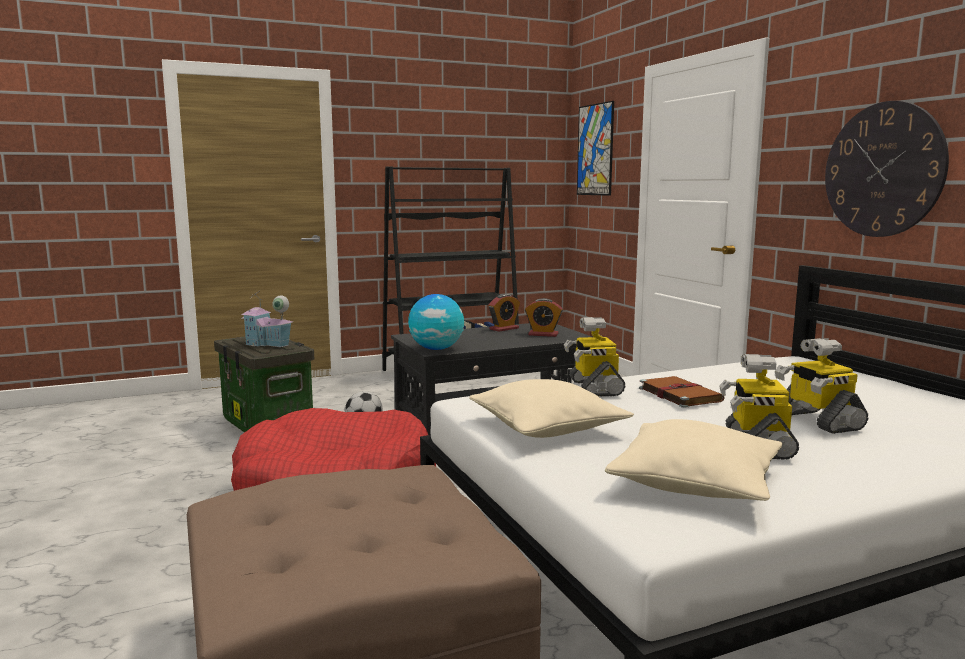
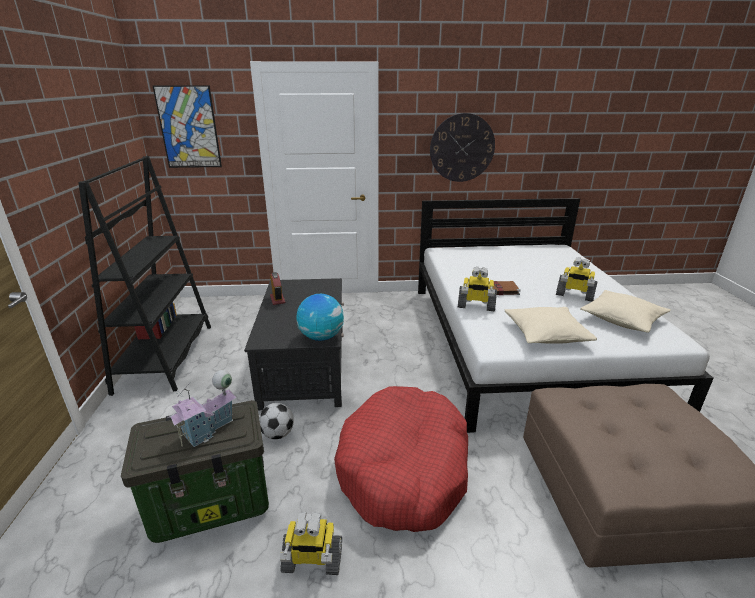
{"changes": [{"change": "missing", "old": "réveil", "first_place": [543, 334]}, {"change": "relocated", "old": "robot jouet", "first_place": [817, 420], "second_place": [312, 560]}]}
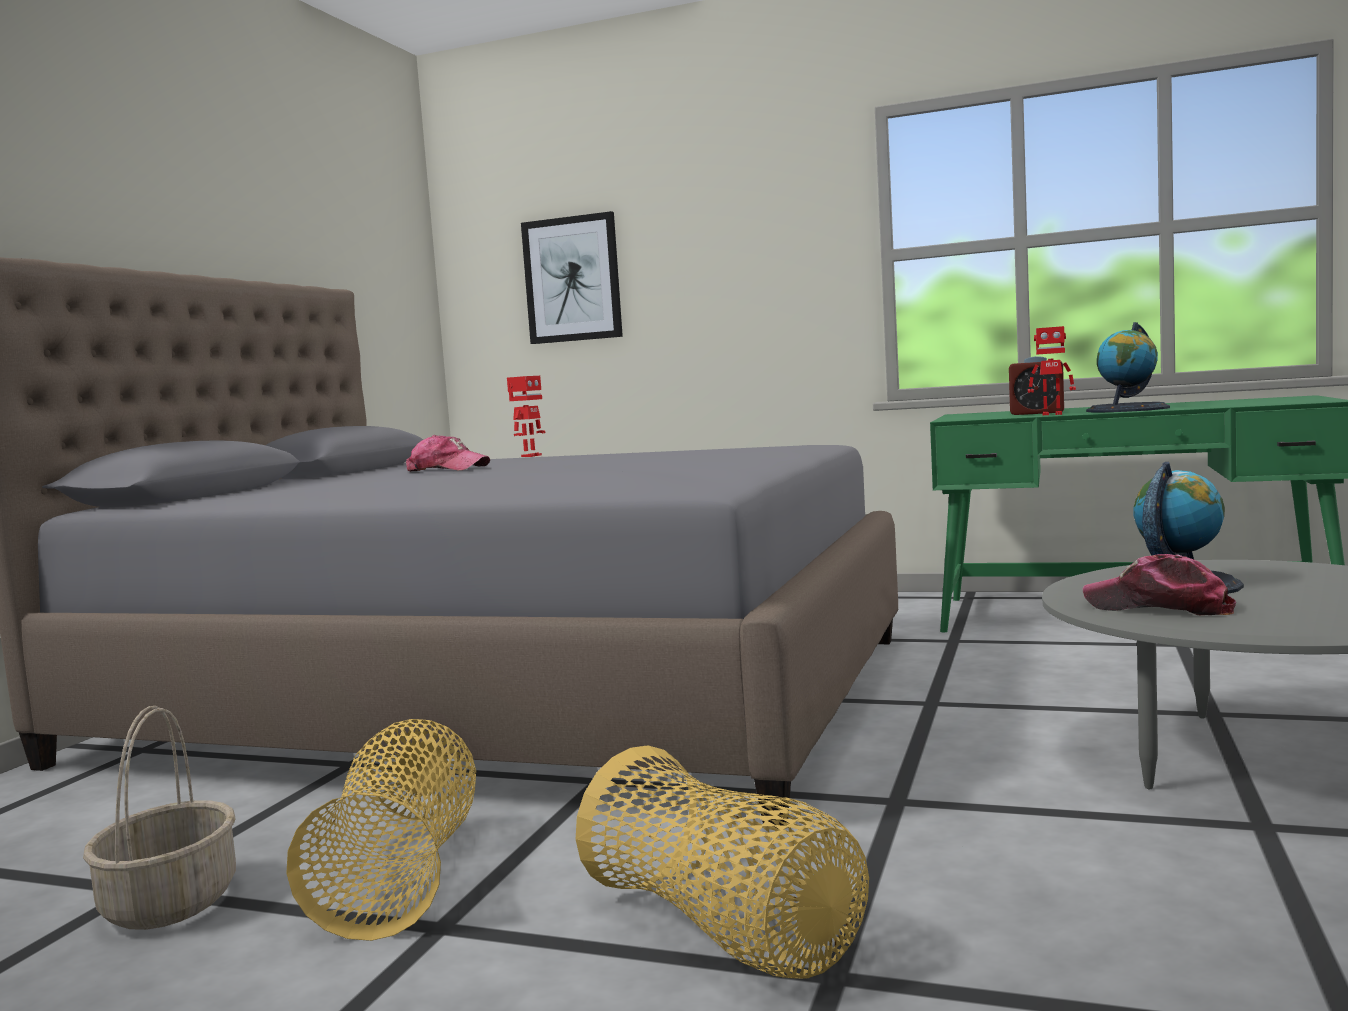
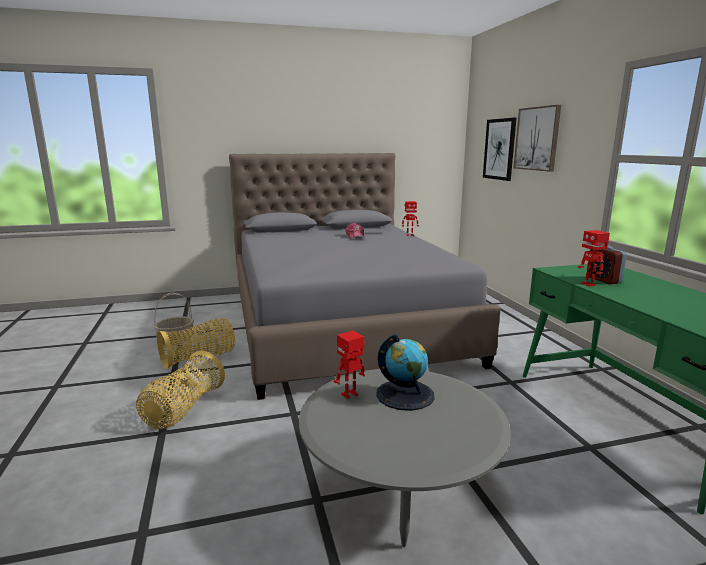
{"changes": [{"change": "exchanged", "old": "casquette", "new": "robot jouet", "first_place": [1158, 607], "second_place": [350, 395]}, {"change": "missing", "old": "globe", "first_place": [1128, 409]}, {"change": "appeared", "new": "tableau", "second_place": [537, 138]}]}
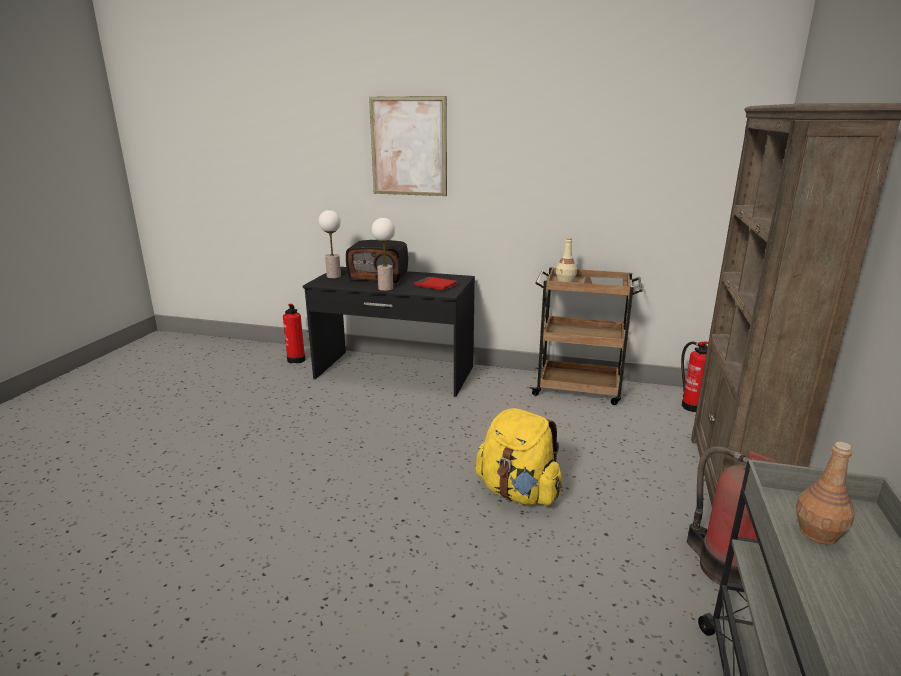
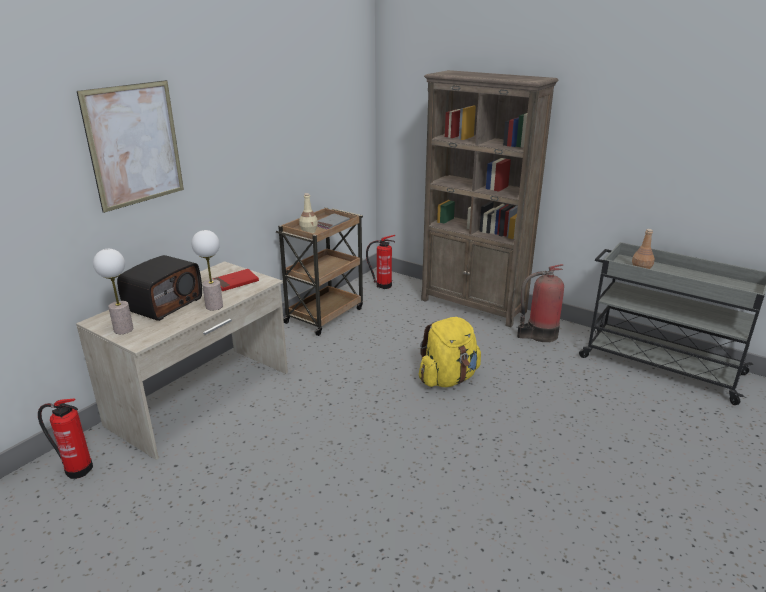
{"changes": [{"change": "colour", "old": "bureau/noir", "new": "bureau/beige", "first_place": [394, 373], "second_place": [202, 398]}]}
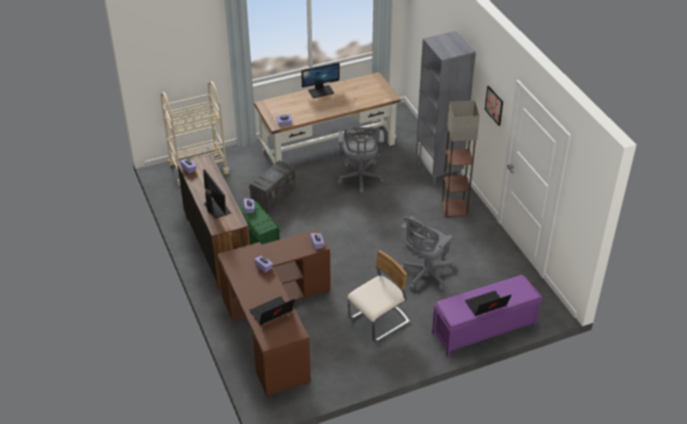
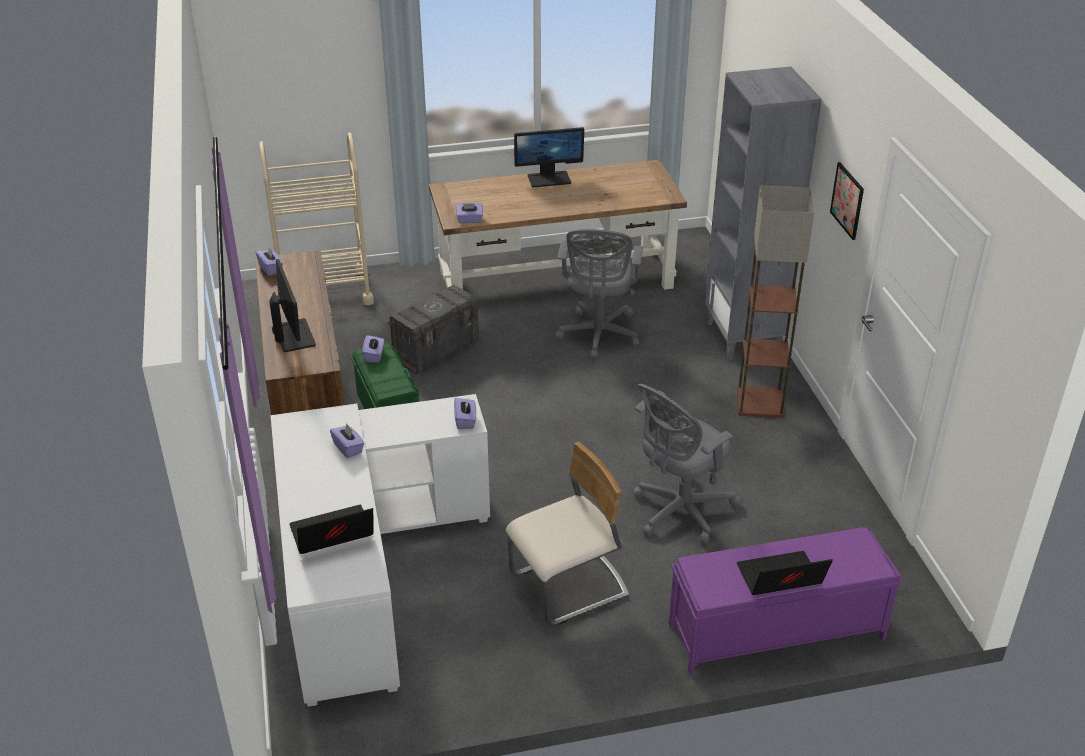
{"changes": [{"change": "colour", "old": "bureau/marron", "new": "bureau/blanc", "first_place": [273, 327], "second_place": [364, 571]}]}
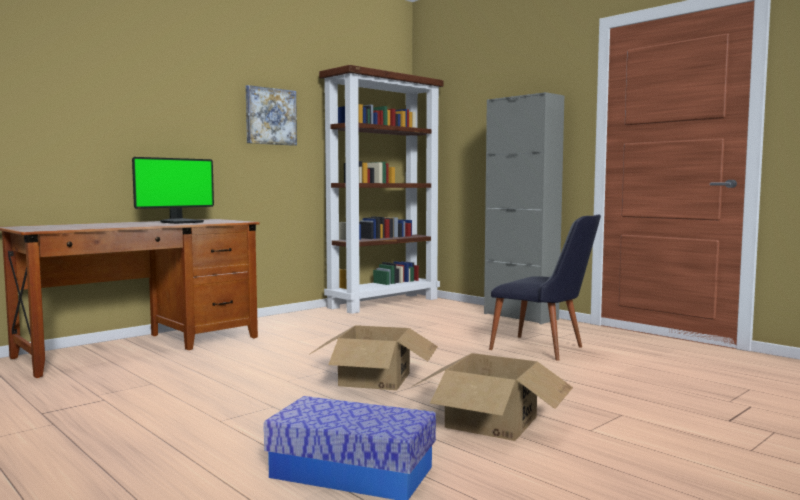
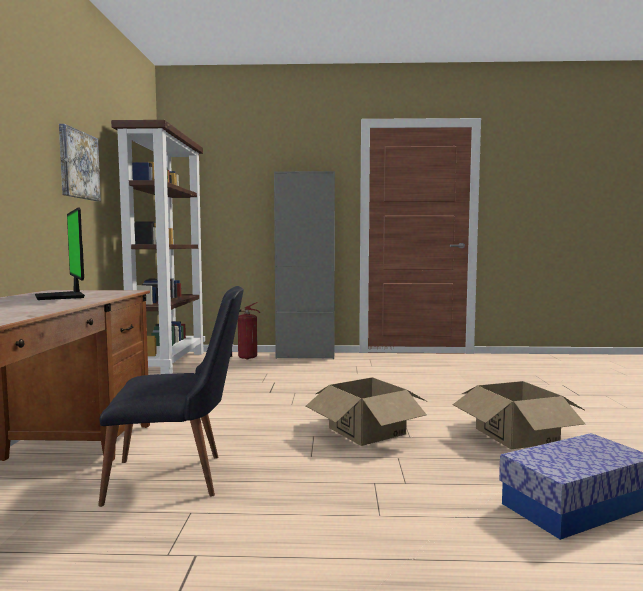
{"changes": [{"change": "spun", "old": "écran d'ordinateur", "first_place": [181, 222], "second_place": [63, 297], "degrees": 150}, {"change": "relocated", "old": "chaise/noir", "first_place": [545, 349], "second_place": [178, 478]}, {"change": "appeared", "new": "extincteur", "second_place": [246, 358]}]}
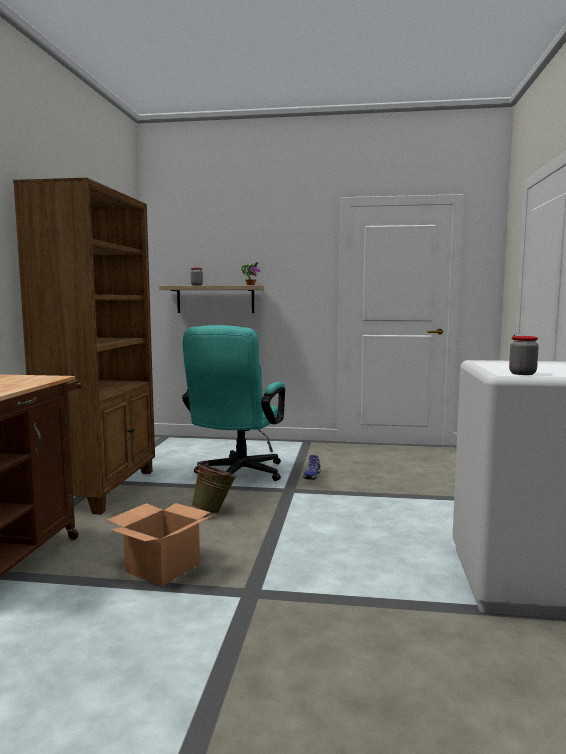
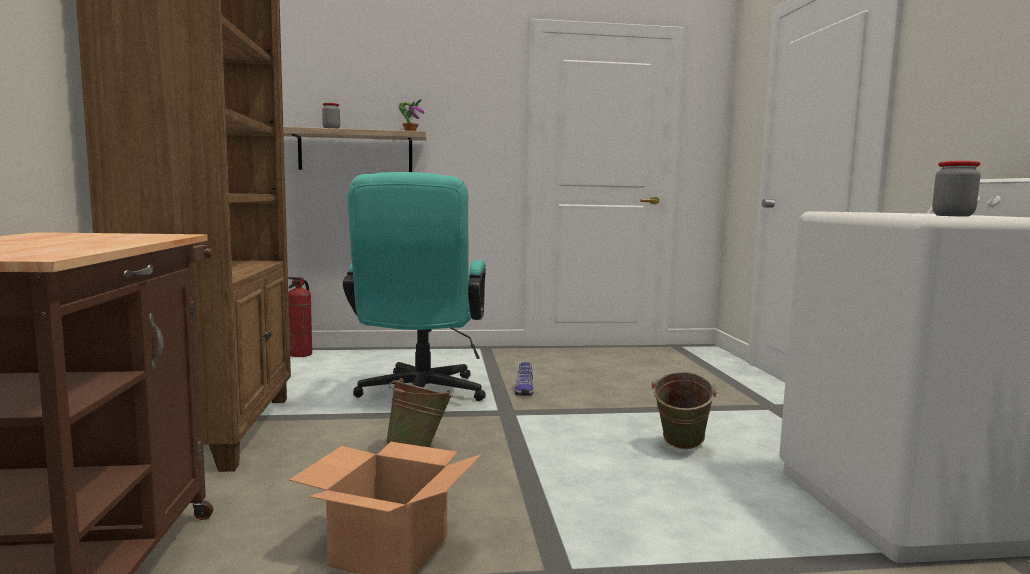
{"changes": [{"change": "appeared", "new": "extincteur", "second_place": [300, 354]}, {"change": "appeared", "new": "seau/vert", "second_place": [680, 447]}]}
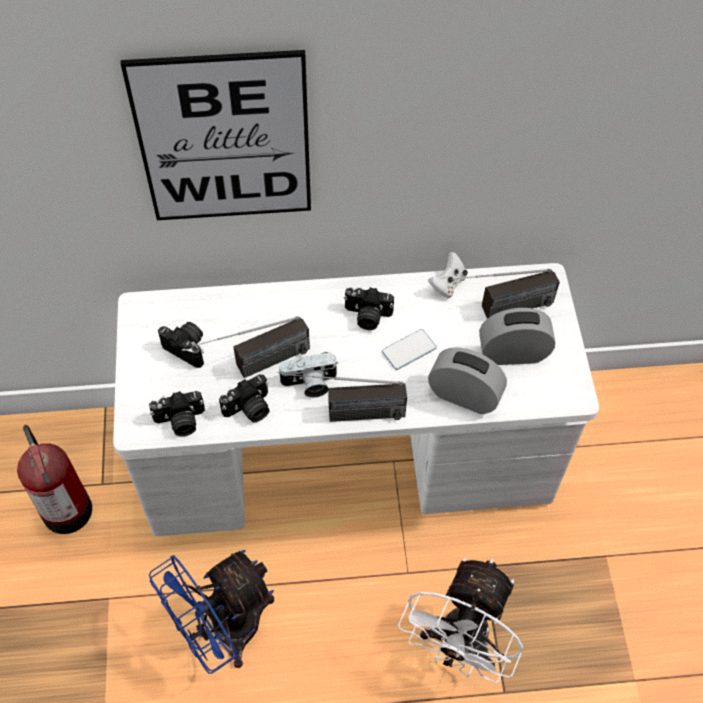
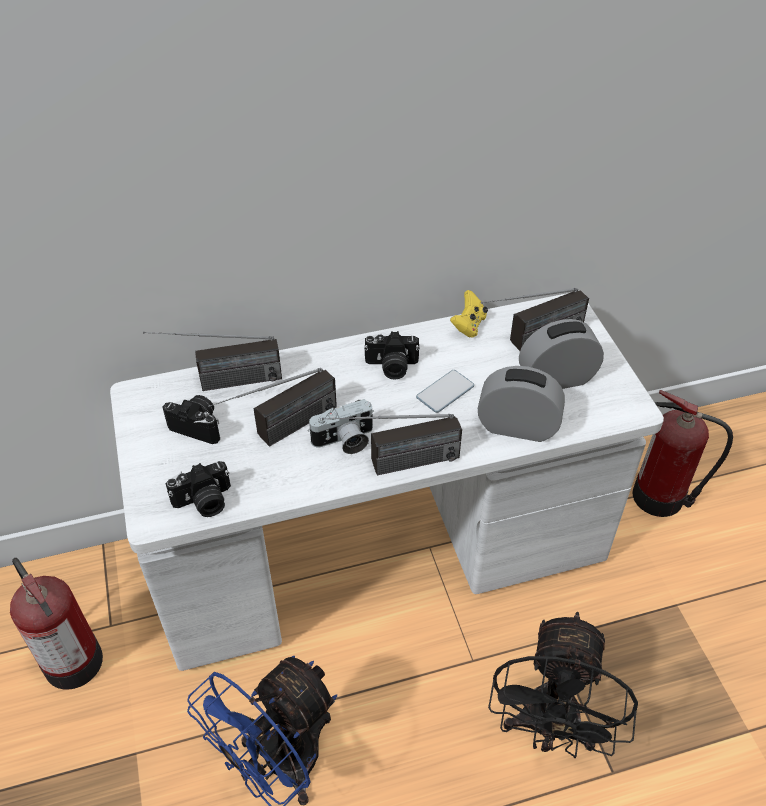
{"changes": [{"change": "missing", "old": "tableau", "first_place": [224, 140]}, {"change": "missing", "old": "appareil photo", "first_place": [249, 409]}, {"change": "colour", "old": "ventilateur/blanc", "new": "ventilateur/noir", "first_place": [459, 645], "second_place": [549, 730]}, {"change": "colour", "old": "manette/blanc", "new": "manette/jaune", "first_place": [448, 284], "second_place": [468, 325]}, {"change": "appeared", "new": "radio", "second_place": [220, 383]}, {"change": "appeared", "new": "extincteur", "second_place": [661, 497]}]}
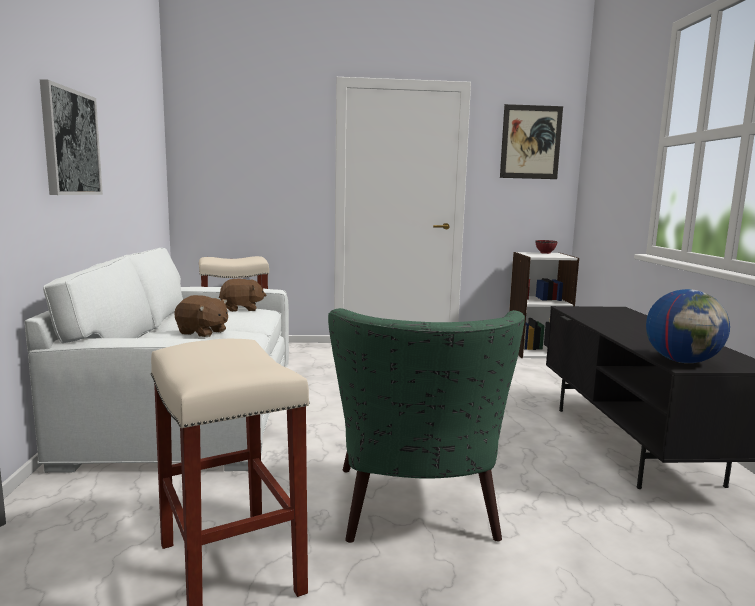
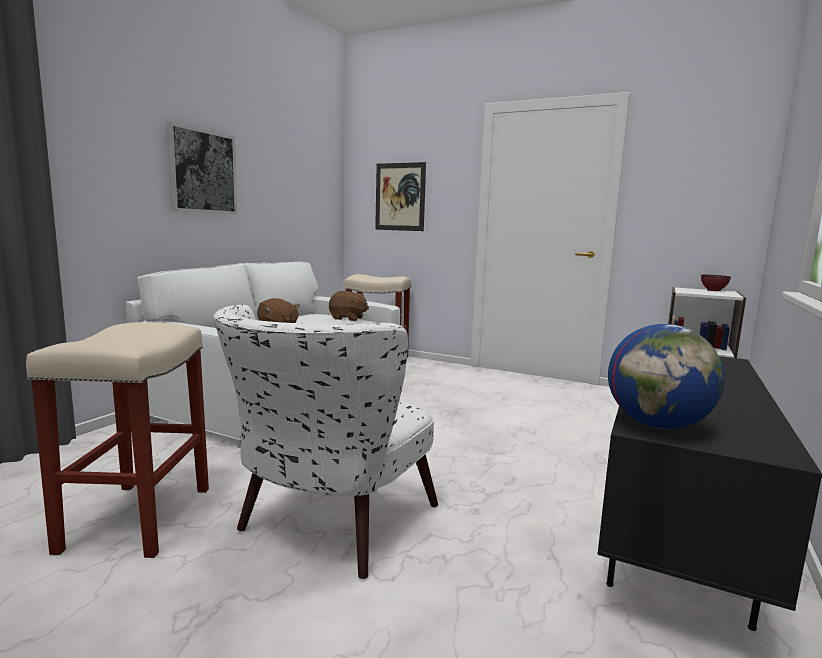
{"changes": [{"change": "colour", "old": "fauteuil/vert", "new": "fauteuil/blanc", "first_place": [417, 514], "second_place": [326, 527]}, {"change": "relocated", "old": "tableau", "first_place": [530, 142], "second_place": [400, 197]}]}
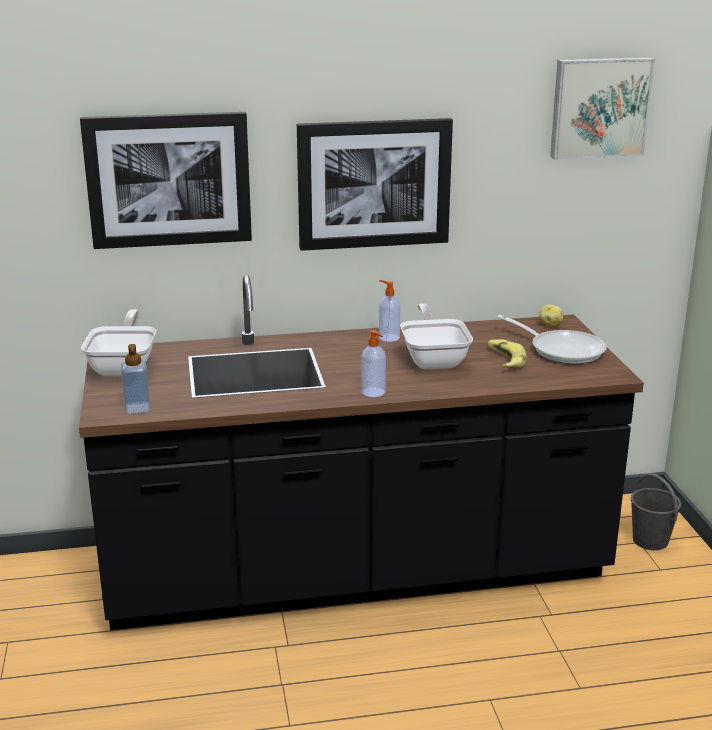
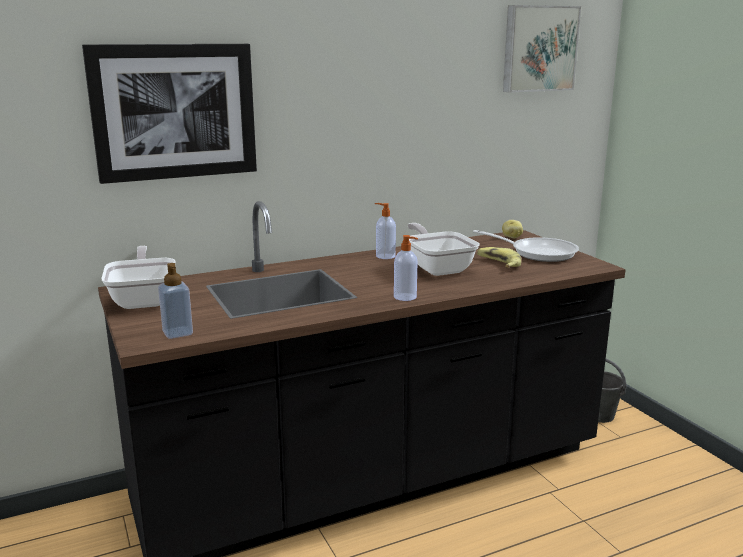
{"changes": [{"change": "missing", "old": "tableau", "first_place": [374, 184]}]}
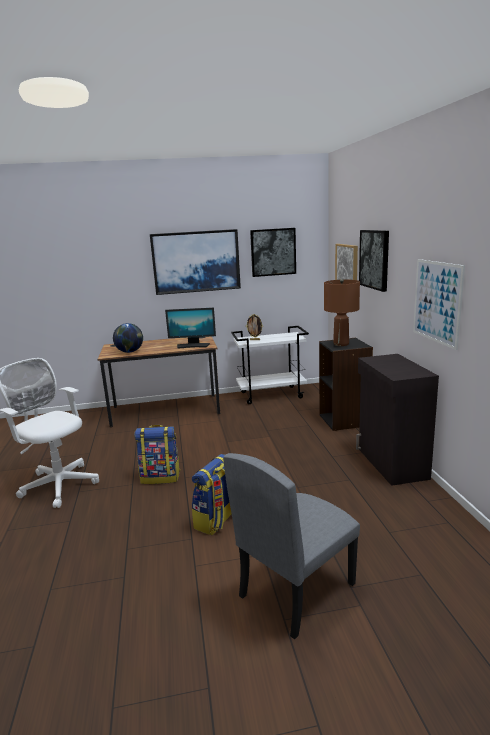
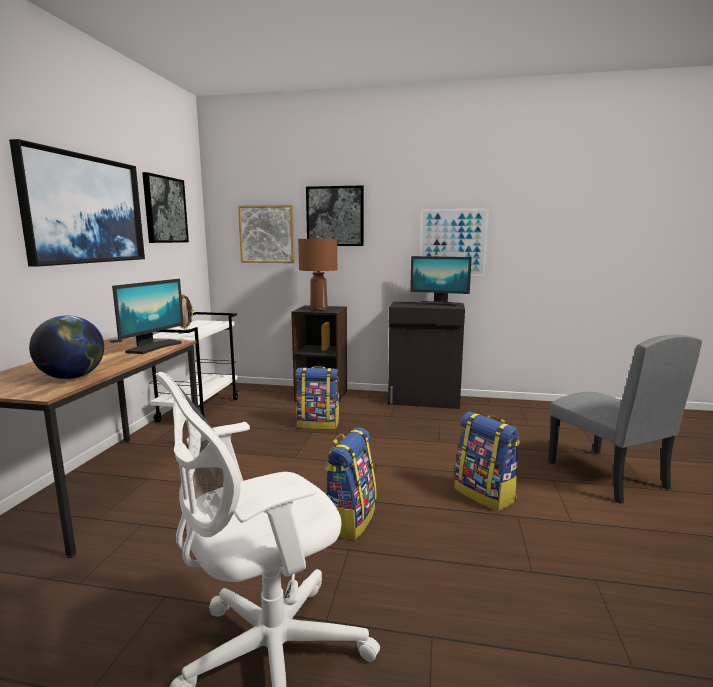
{"changes": [{"change": "appeared", "new": "sac à dos", "second_place": [318, 424]}, {"change": "appeared", "new": "écran d'ordinateur", "second_place": [439, 304]}]}
